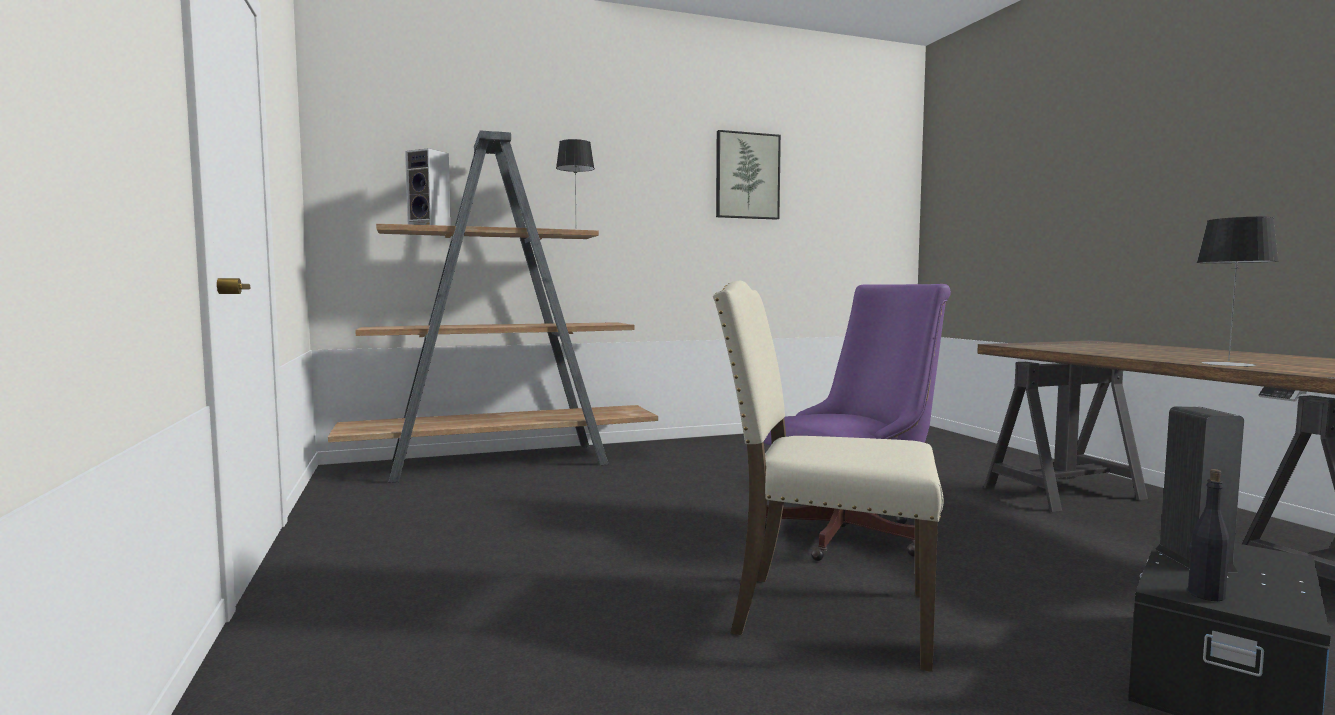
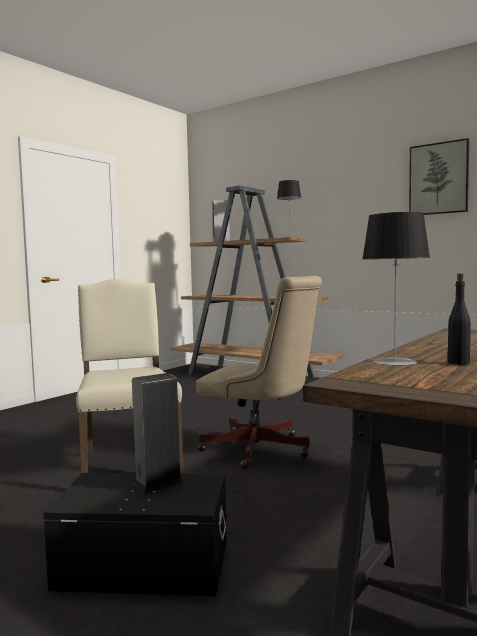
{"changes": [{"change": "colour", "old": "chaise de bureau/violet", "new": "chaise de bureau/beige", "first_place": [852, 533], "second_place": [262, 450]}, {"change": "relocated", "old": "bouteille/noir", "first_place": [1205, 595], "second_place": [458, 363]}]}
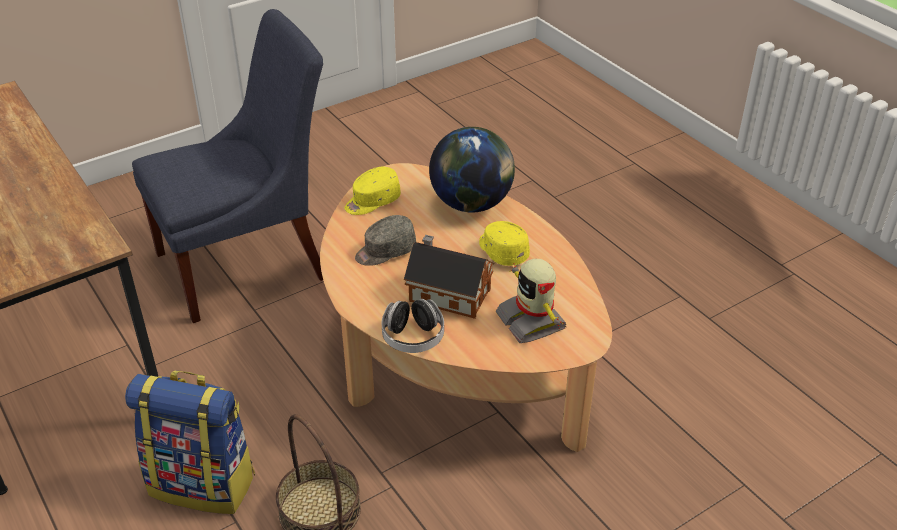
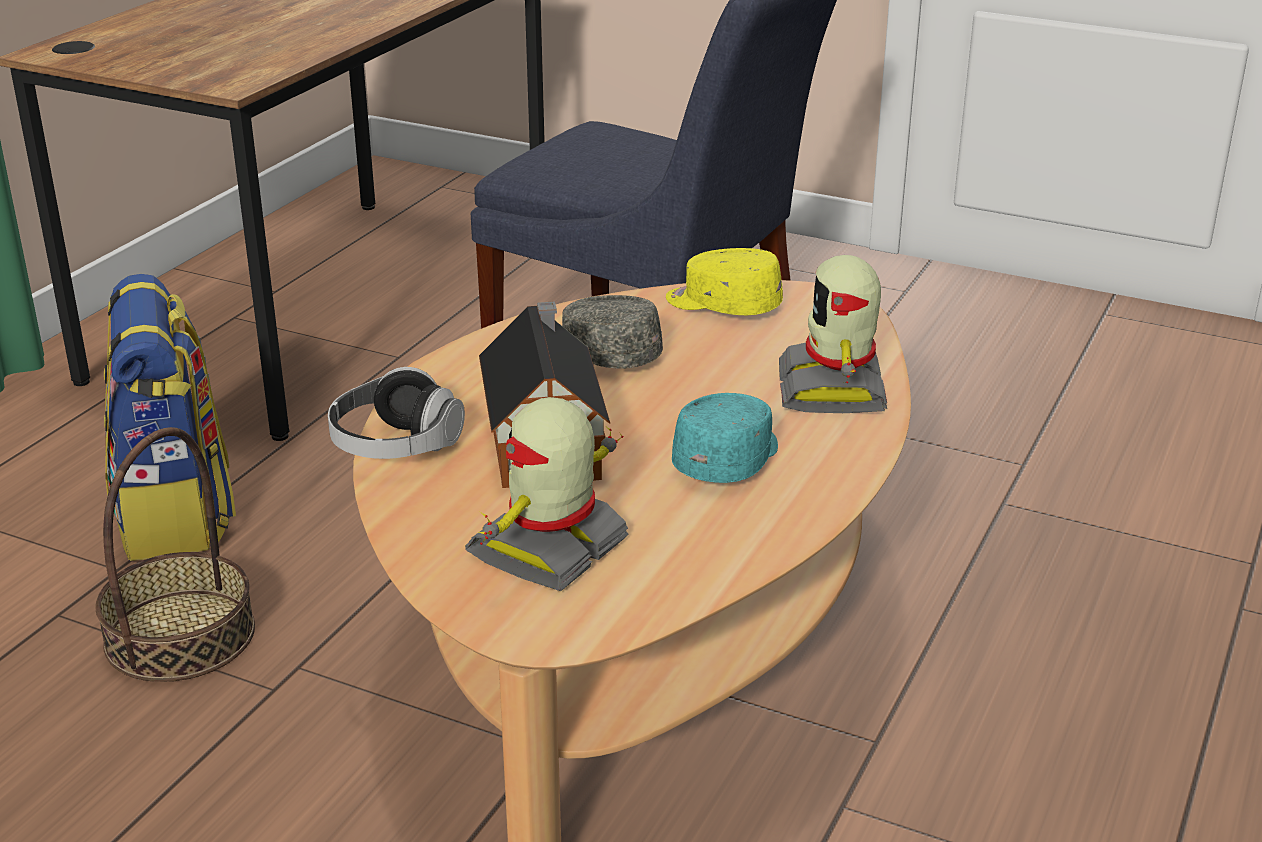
{"changes": [{"change": "exchanged", "old": "globe", "new": "robot jouet", "first_place": [472, 203], "second_place": [834, 389]}, {"change": "colour", "old": "casquette/jaune", "new": "casquette/turquoise", "first_place": [502, 251], "second_place": [729, 459]}]}
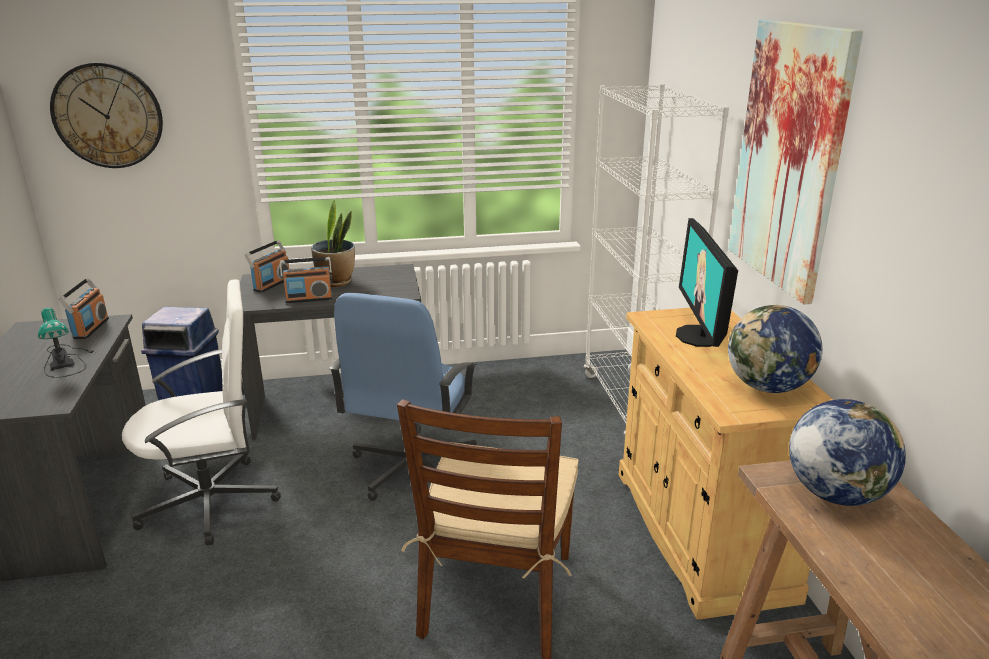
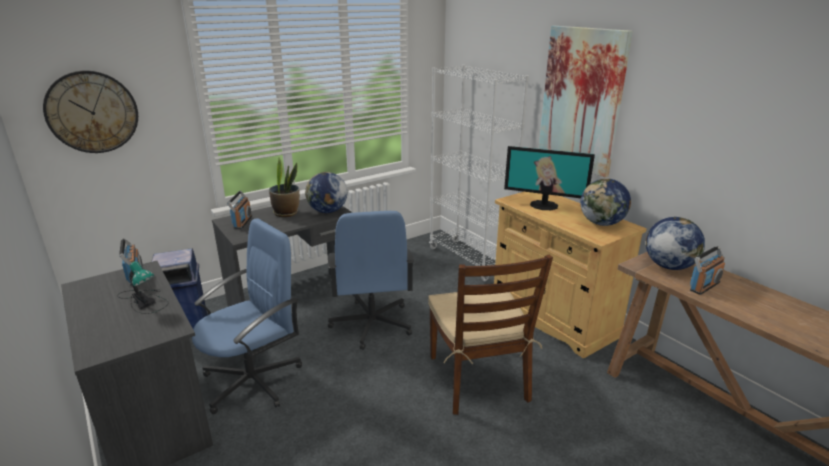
{"changes": [{"change": "colour", "old": "chaise de bureau/blanc", "new": "chaise de bureau/bleu", "first_place": [212, 501], "second_place": [254, 380]}, {"change": "relocated", "old": "radio", "first_place": [309, 299], "second_place": [704, 286]}, {"change": "spun", "old": "écran d'ordinateur", "first_place": [699, 336], "second_place": [544, 205], "degrees": -45}, {"change": "appeared", "new": "globe", "second_place": [327, 211]}]}
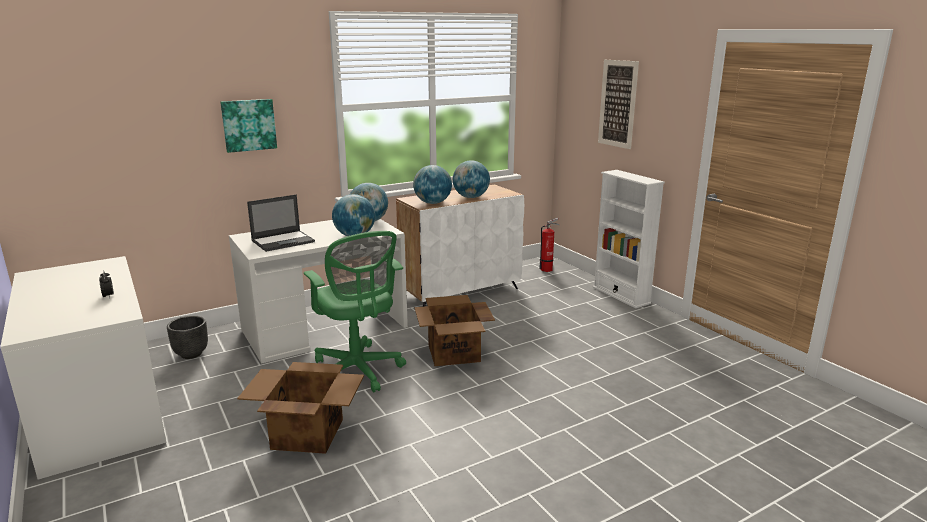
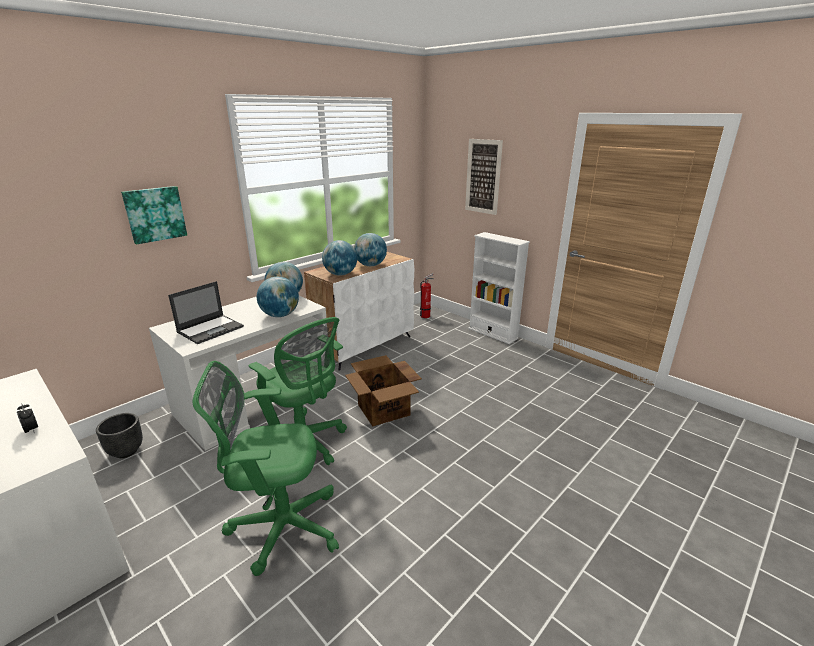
{"changes": [{"change": "exchanged", "old": "carton", "new": "chaise de bureau/vert", "first_place": [306, 433], "second_place": [279, 526]}]}
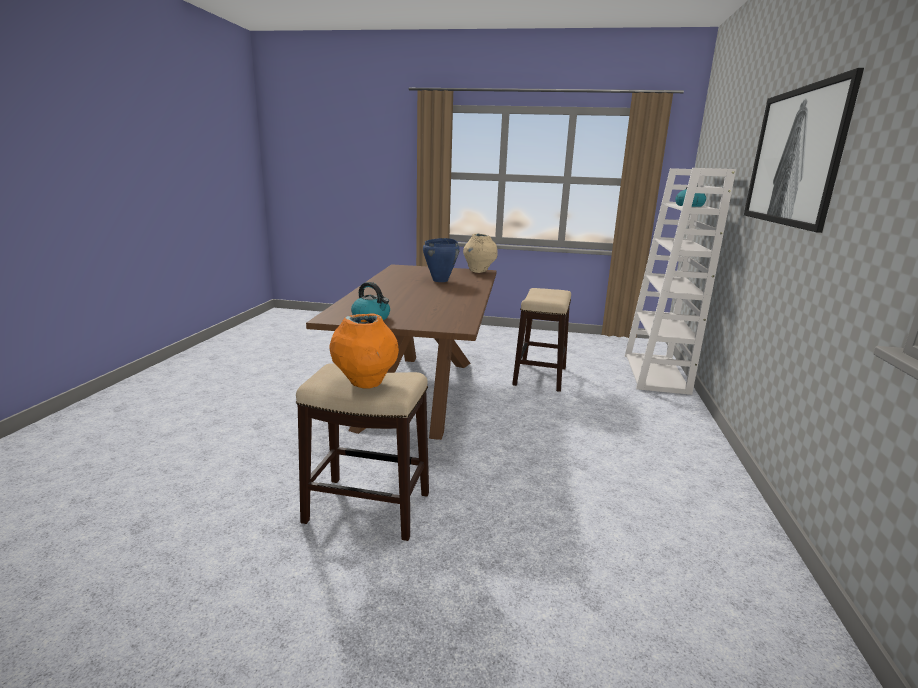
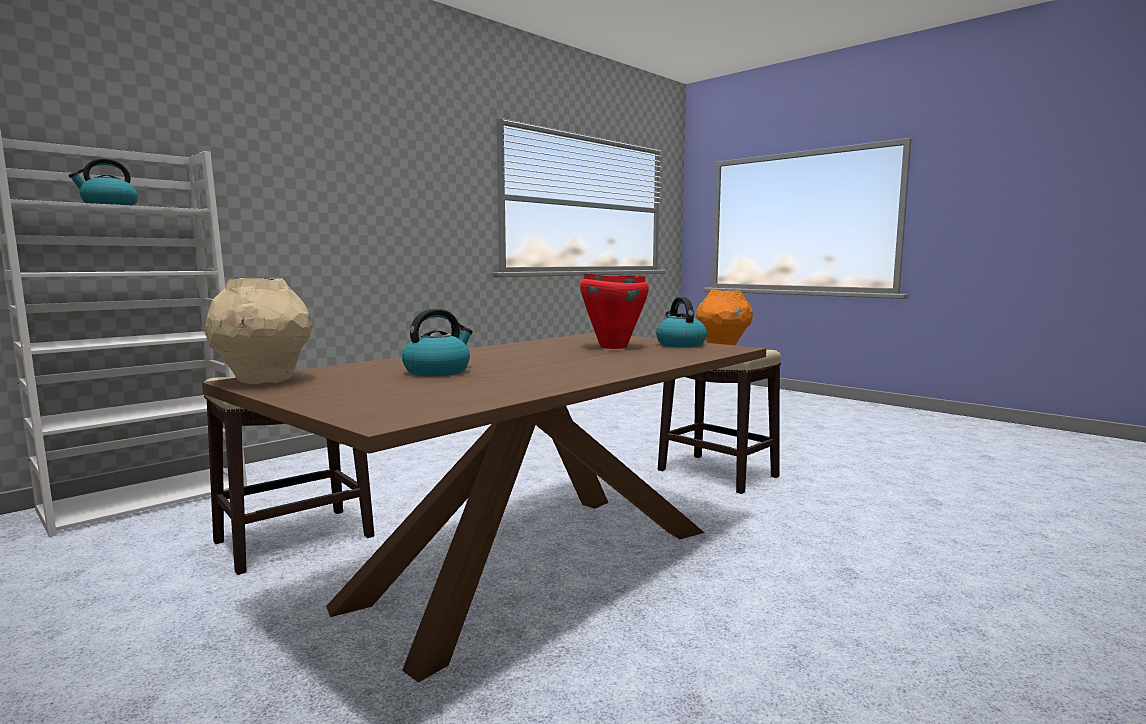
{"changes": [{"change": "exchanged", "old": "marmite/bleu", "new": "bouilloire", "first_place": [440, 280], "second_place": [438, 371]}, {"change": "missing", "old": "tableau", "first_place": [794, 157]}, {"change": "appeared", "new": "marmite/rouge", "second_place": [612, 347]}]}
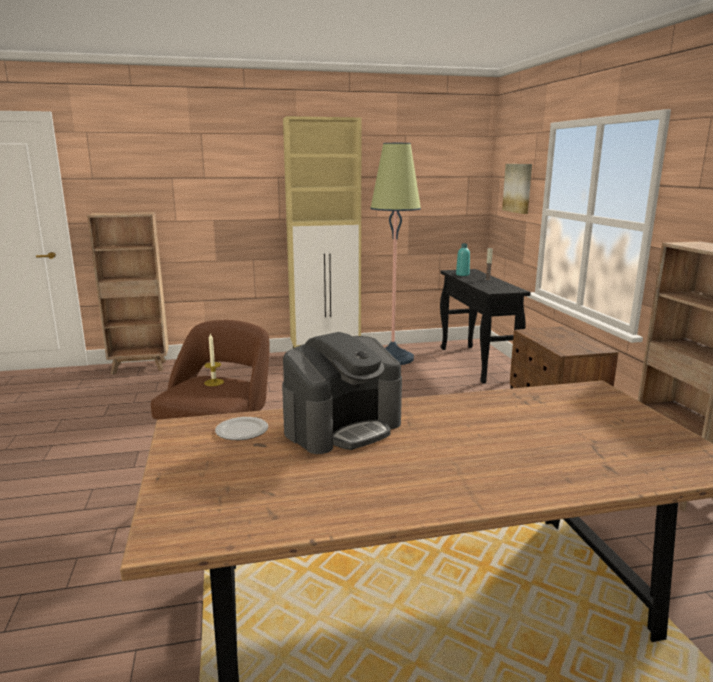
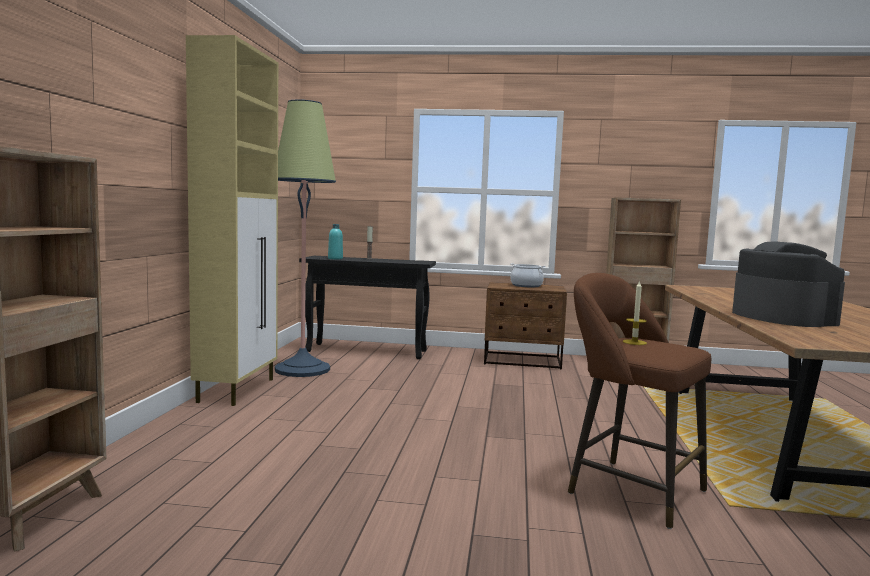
{"changes": [{"change": "missing", "old": "assiette", "first_place": [241, 431]}, {"change": "missing", "old": "tableau", "first_place": [518, 188]}, {"change": "appeared", "new": "marmite", "second_place": [526, 285]}]}
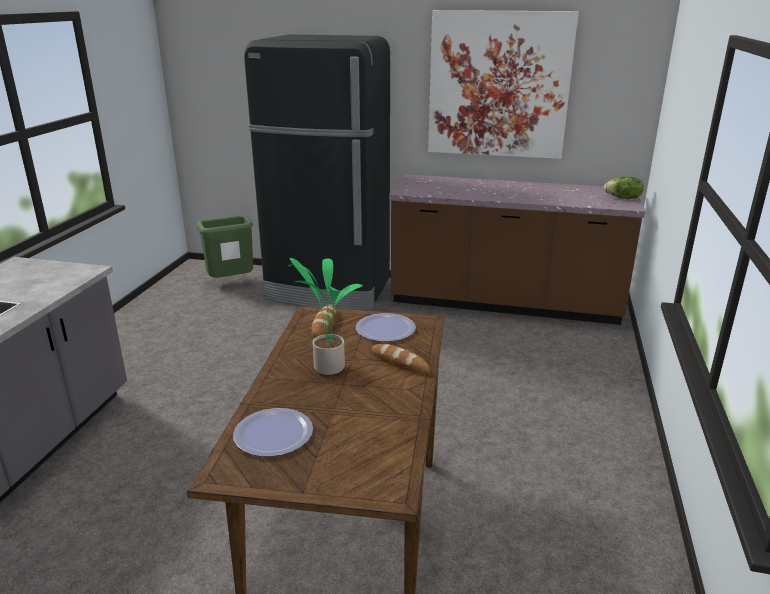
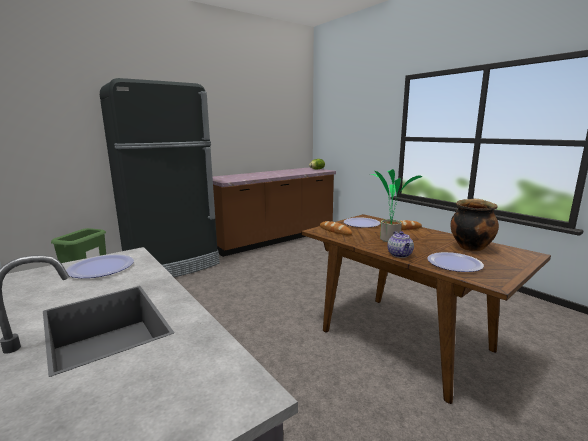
{"changes": [{"change": "missing", "old": "tableau", "first_place": [498, 85]}, {"change": "appeared", "new": "assiette", "second_place": [101, 268]}, {"change": "appeared", "new": "théière", "second_place": [400, 255]}, {"change": "appeared", "new": "marmite", "second_place": [470, 247]}]}
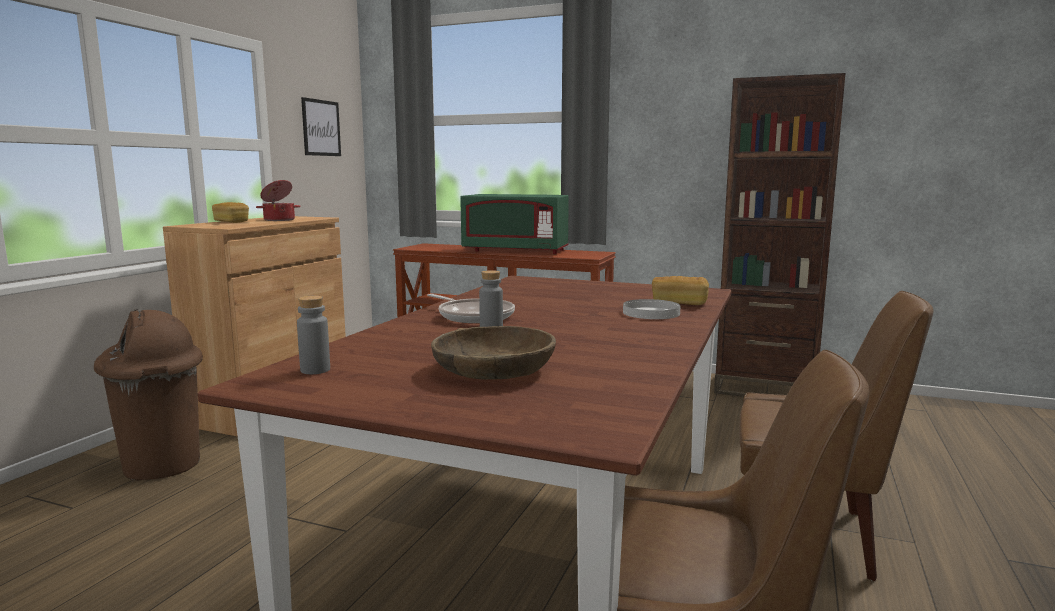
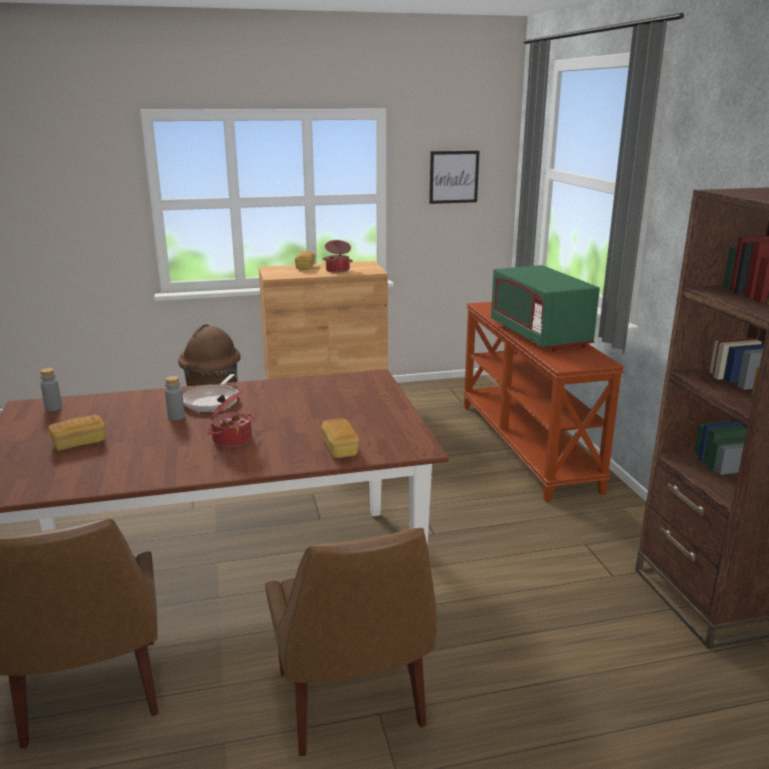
{"changes": [{"change": "exchanged", "old": "bol/marron", "new": "pain", "first_place": [493, 370], "second_place": [79, 443]}, {"change": "missing", "old": "assiette/blanc", "first_place": [650, 313]}, {"change": "appeared", "new": "marmite", "second_place": [231, 439]}]}
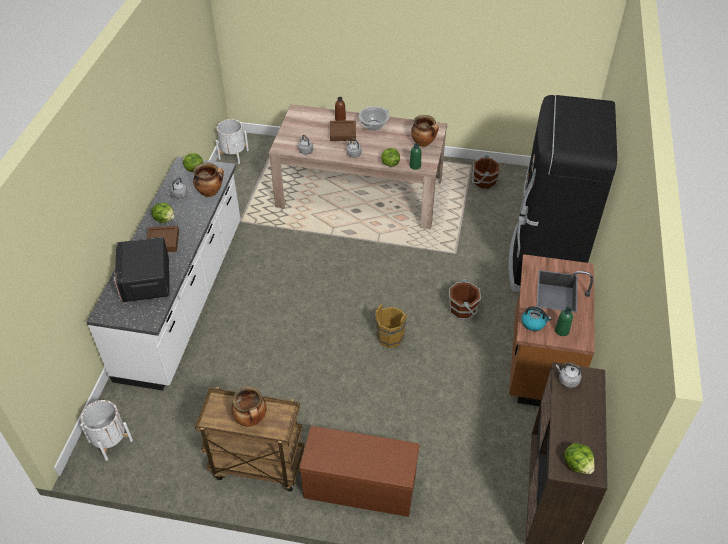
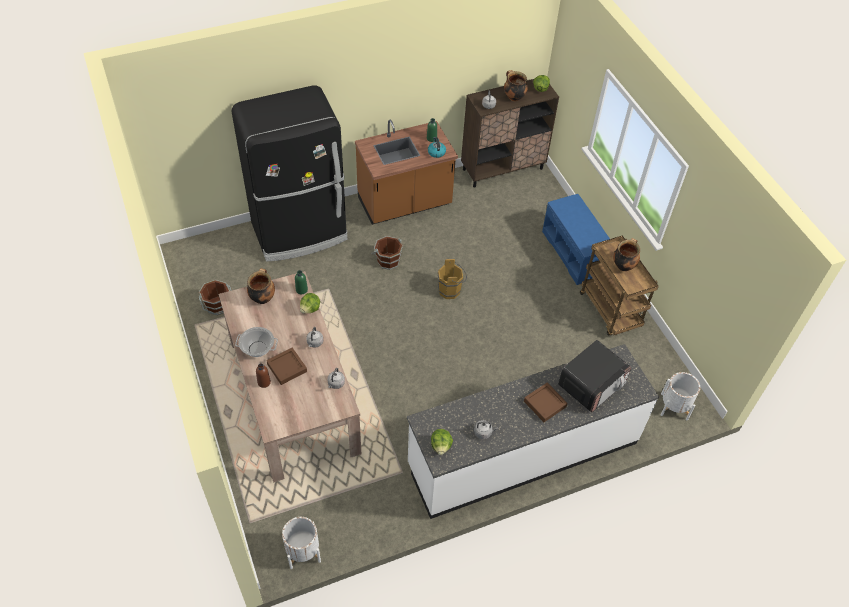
{"changes": [{"change": "missing", "old": "laitue", "first_place": [164, 219]}, {"change": "relocated", "old": "marmite", "first_place": [210, 192], "second_place": [513, 97]}, {"change": "colour", "old": "banc/marron", "new": "banc/bleu", "first_place": [359, 486], "second_place": [575, 253]}]}
